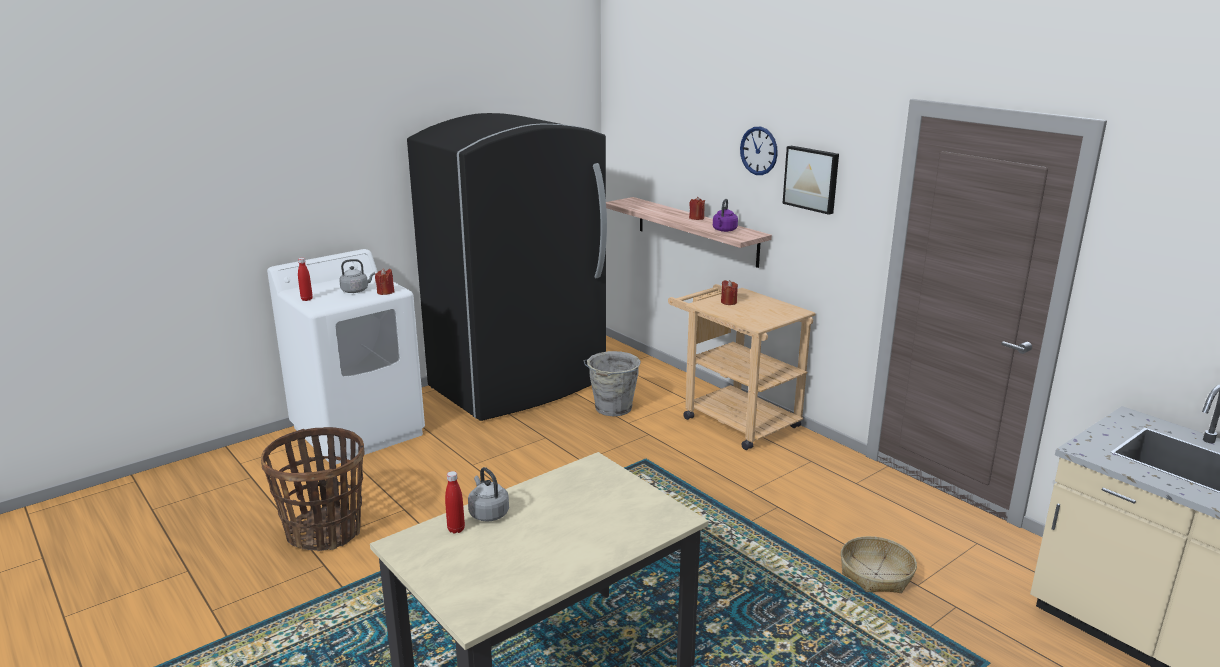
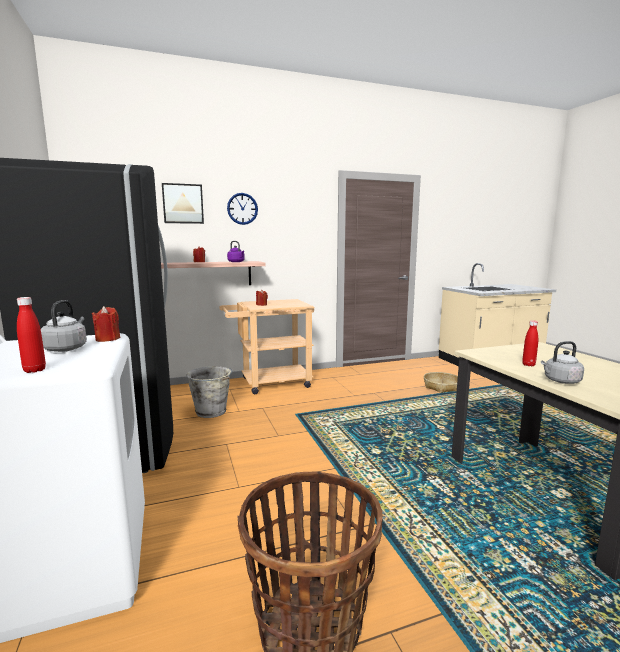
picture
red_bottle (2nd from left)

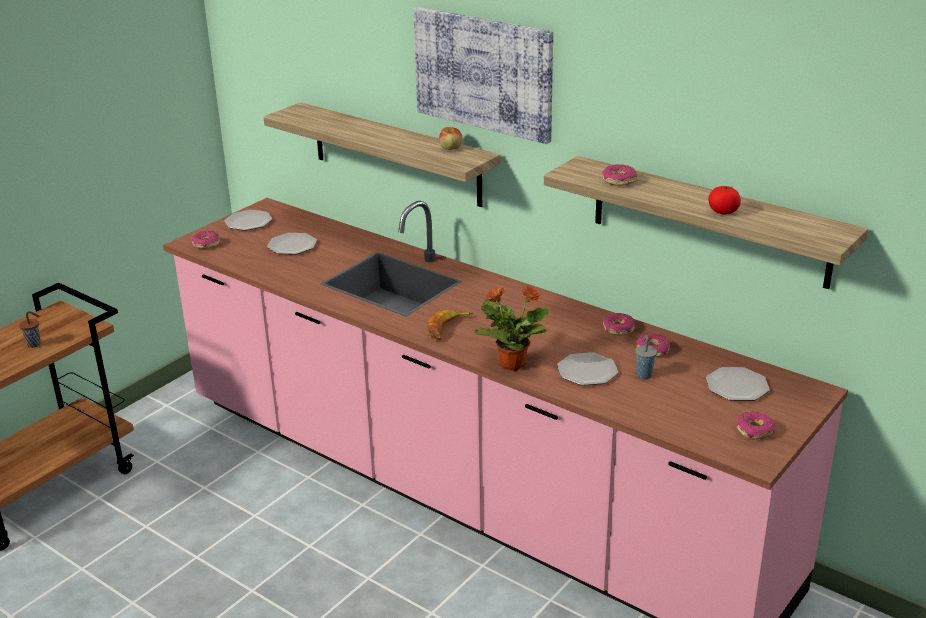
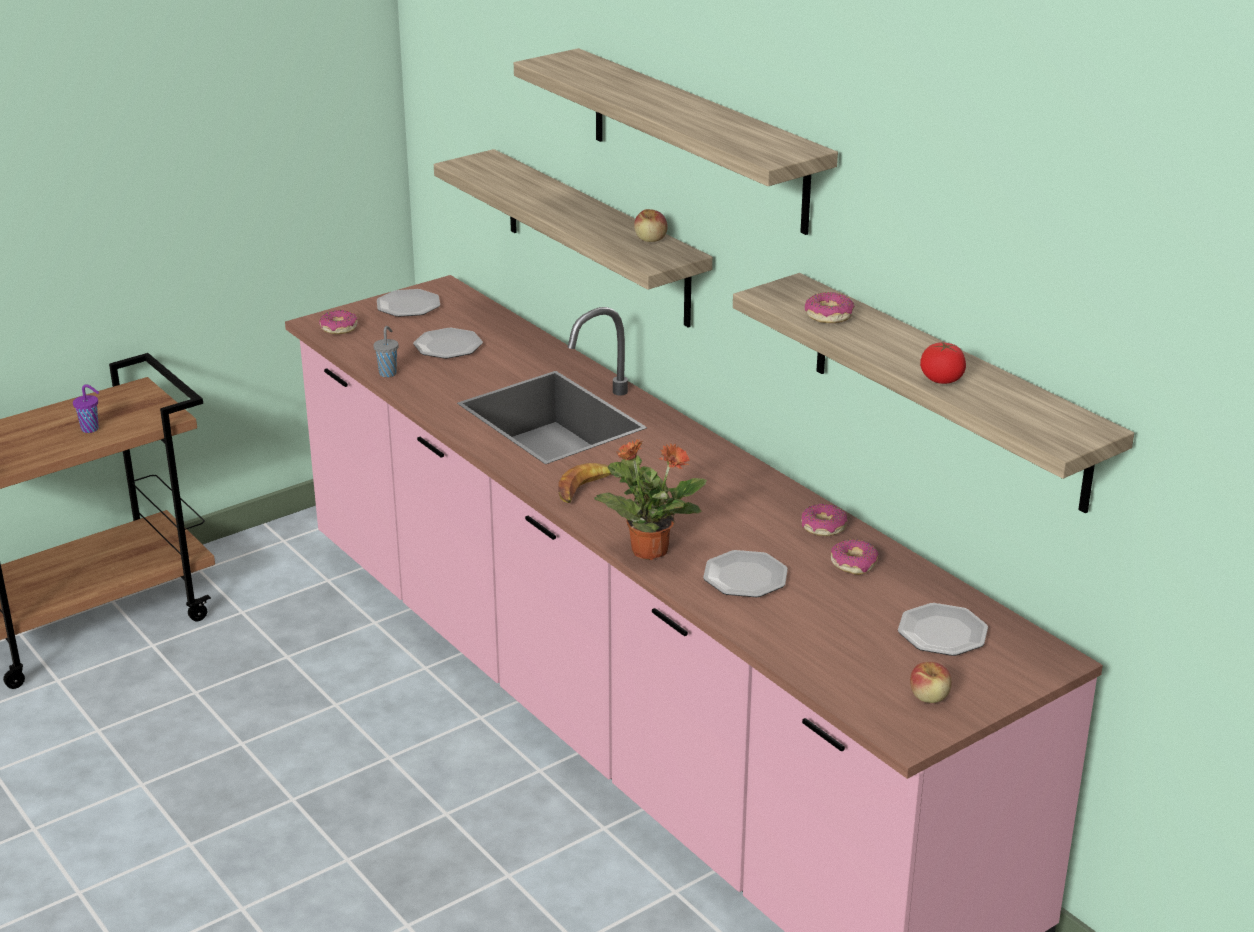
purple_cup
grey_cup
shelf (2nd from left)
apple (2nd from left)

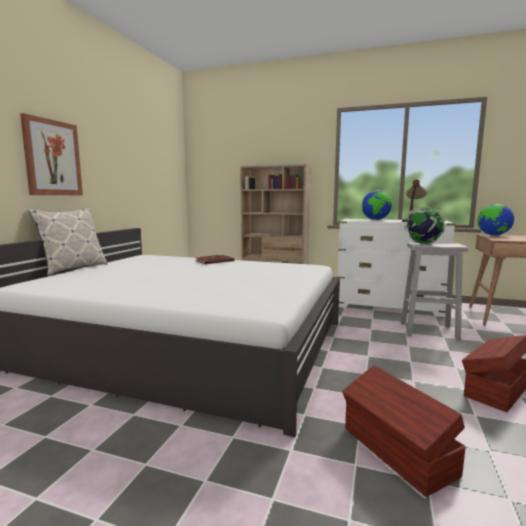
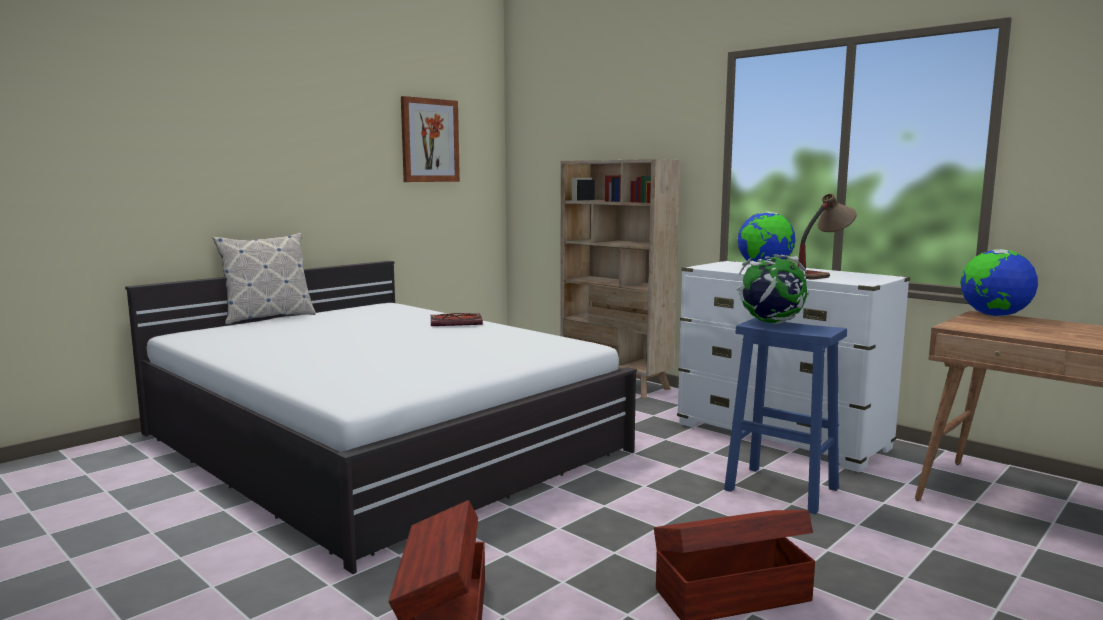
picture
blue_stool

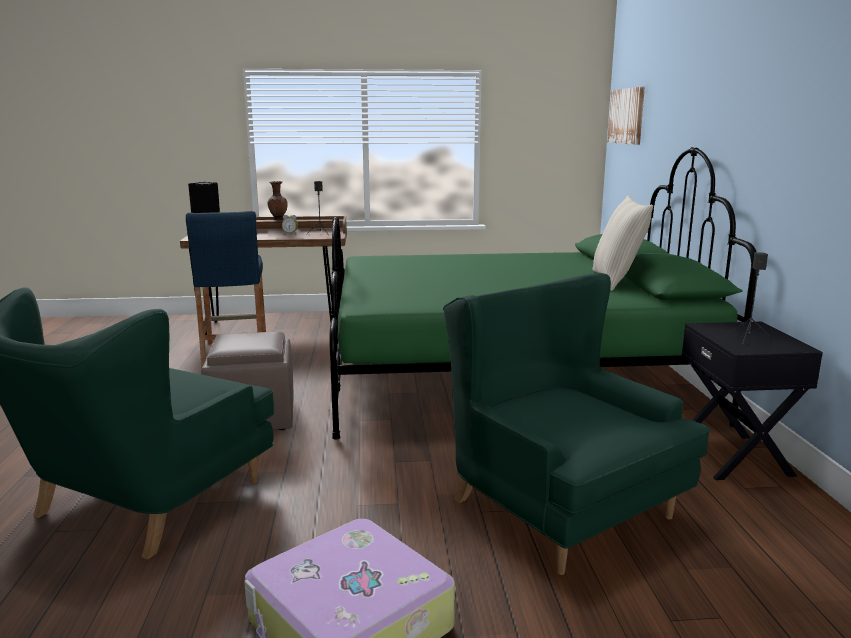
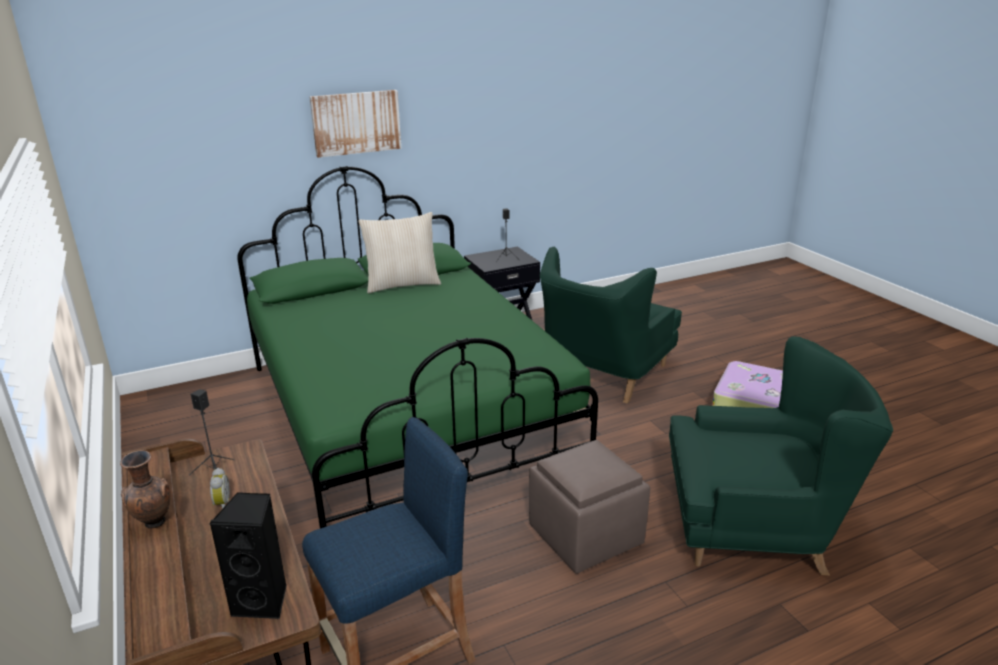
picture

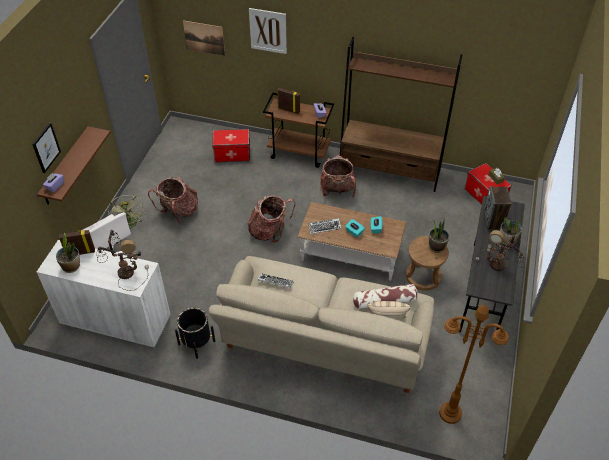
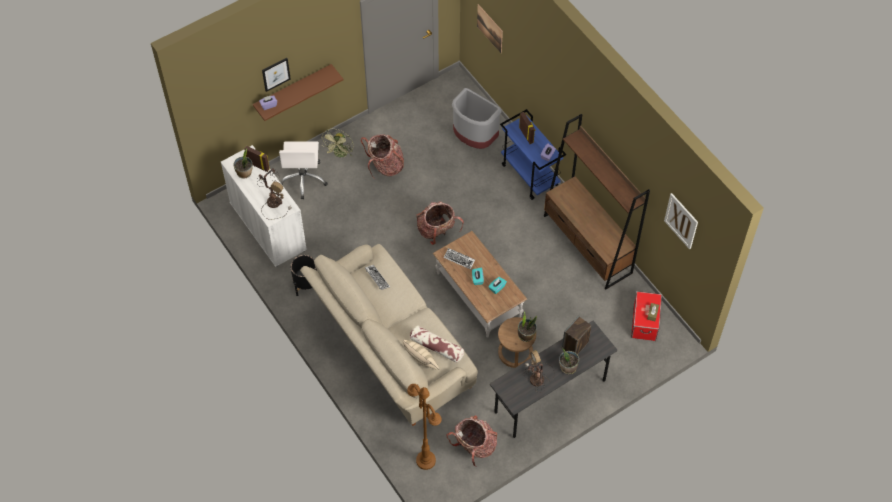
backpack (3rd from left)
grey_trash_can
blue_cart
picture (3rd from left)

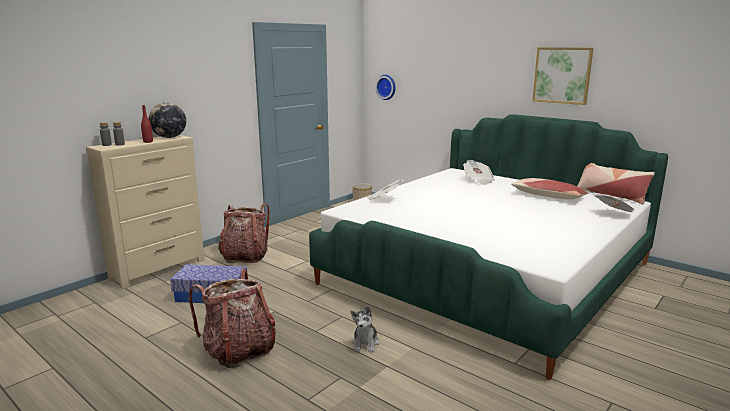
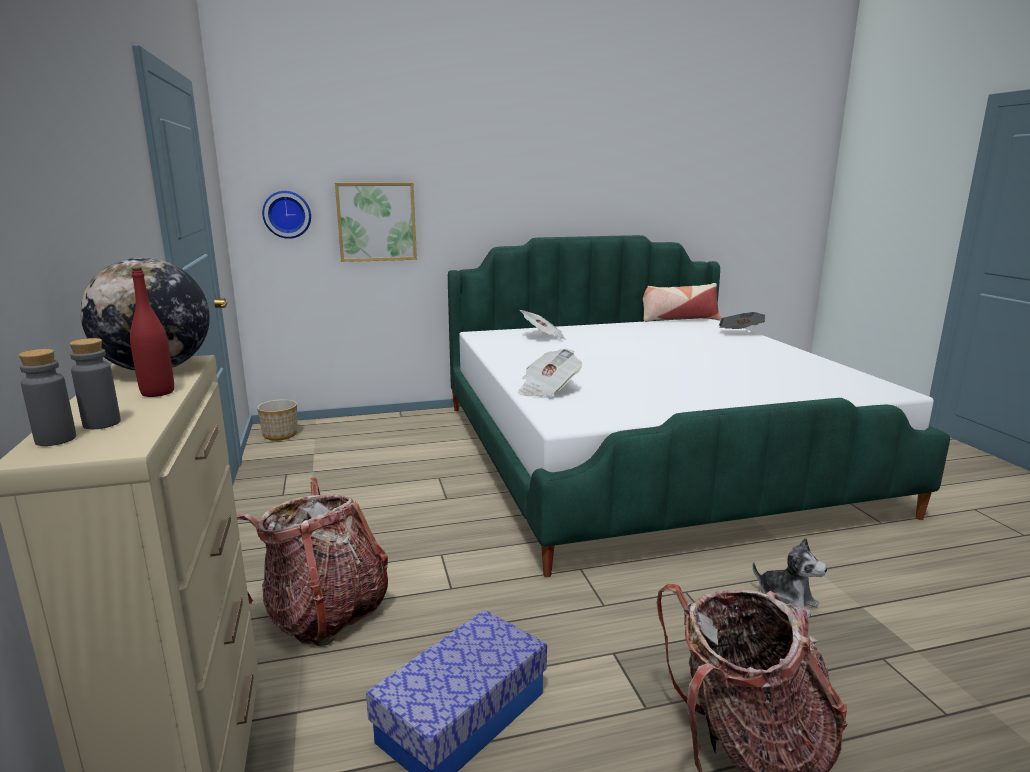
picture
pillow (1st from left in the first image)

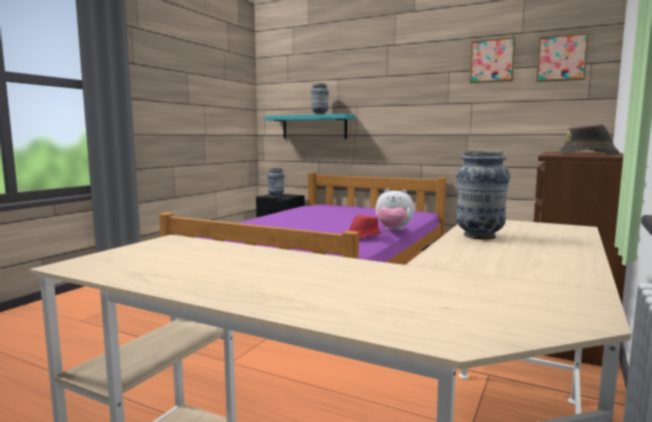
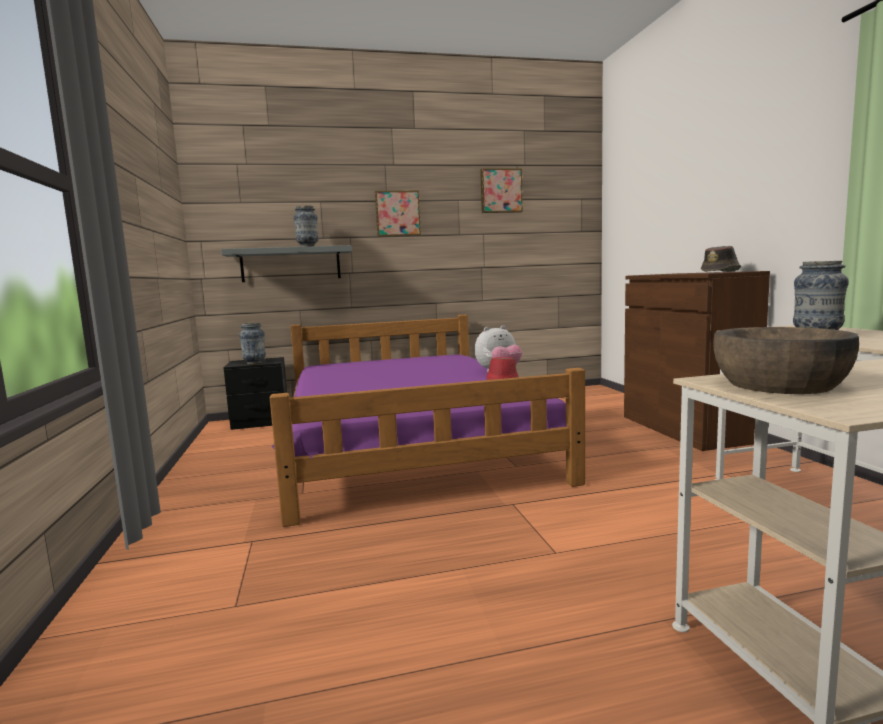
grey_shelf
picture (1st from left)
brown_bowl

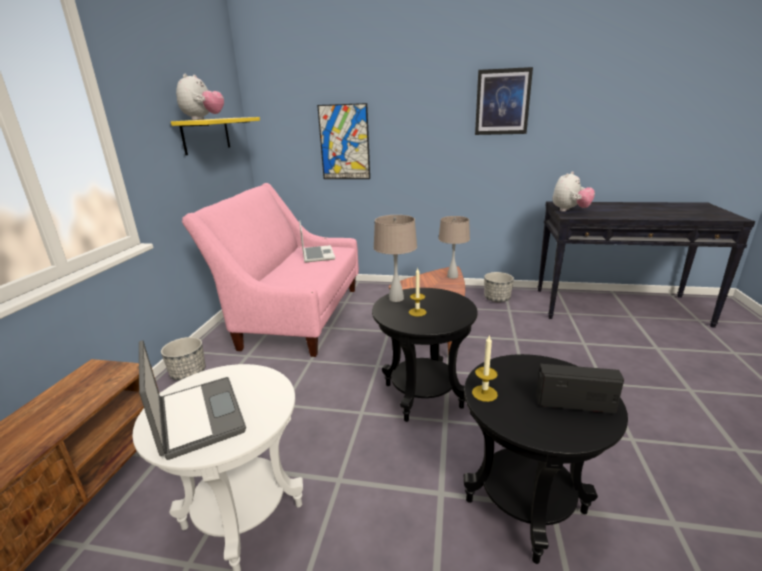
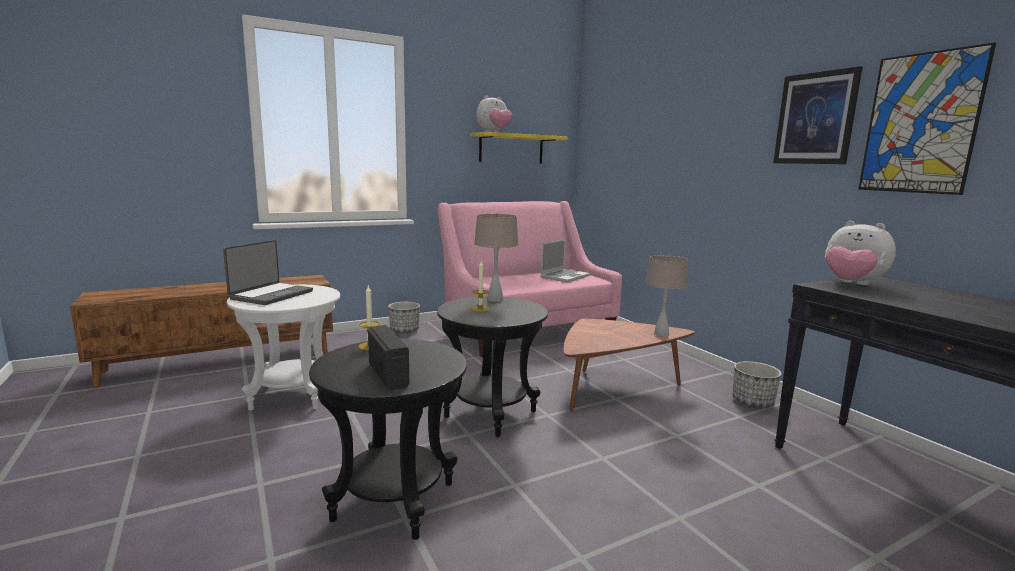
plush_toy (2nd from left)
picture (2nd from left)

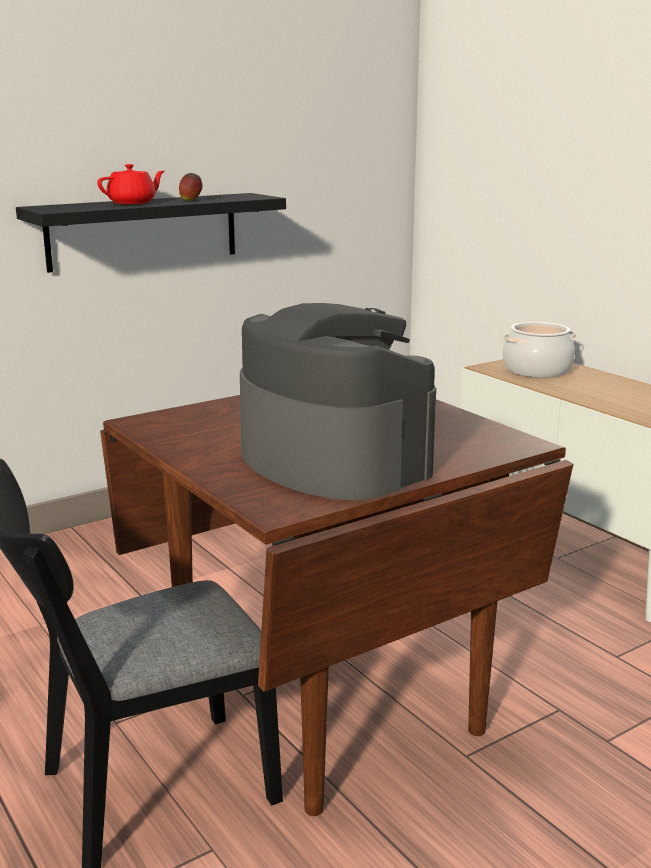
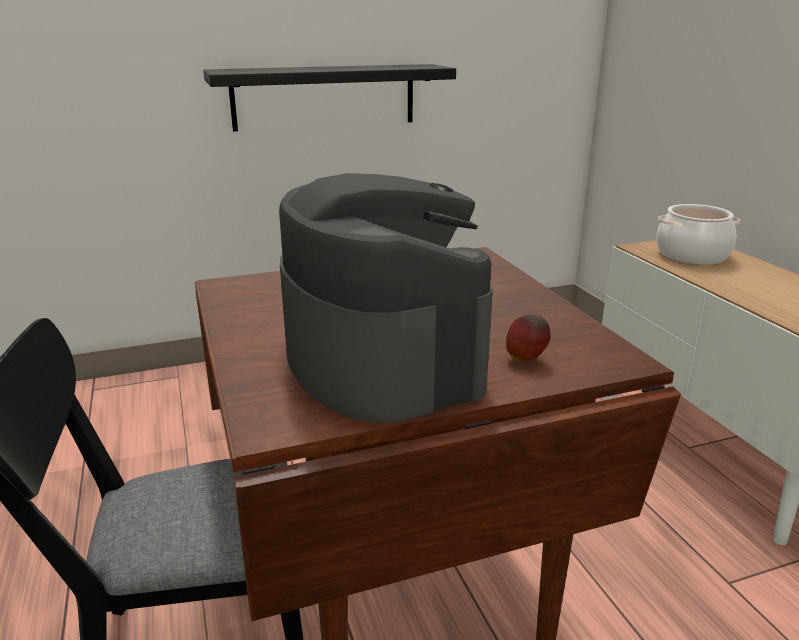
apple
red_teapot

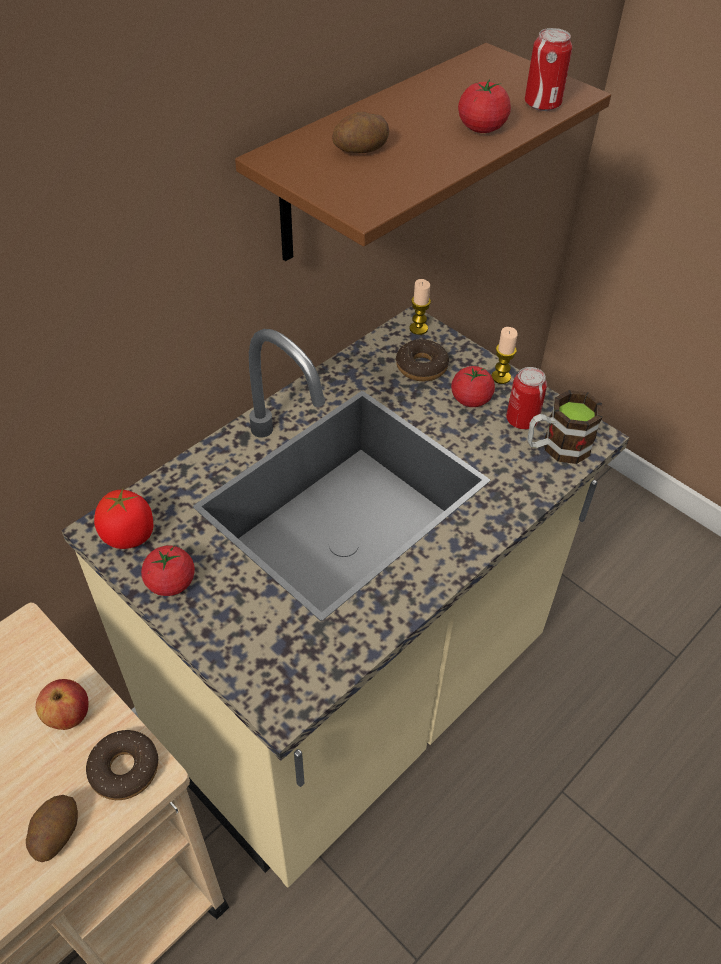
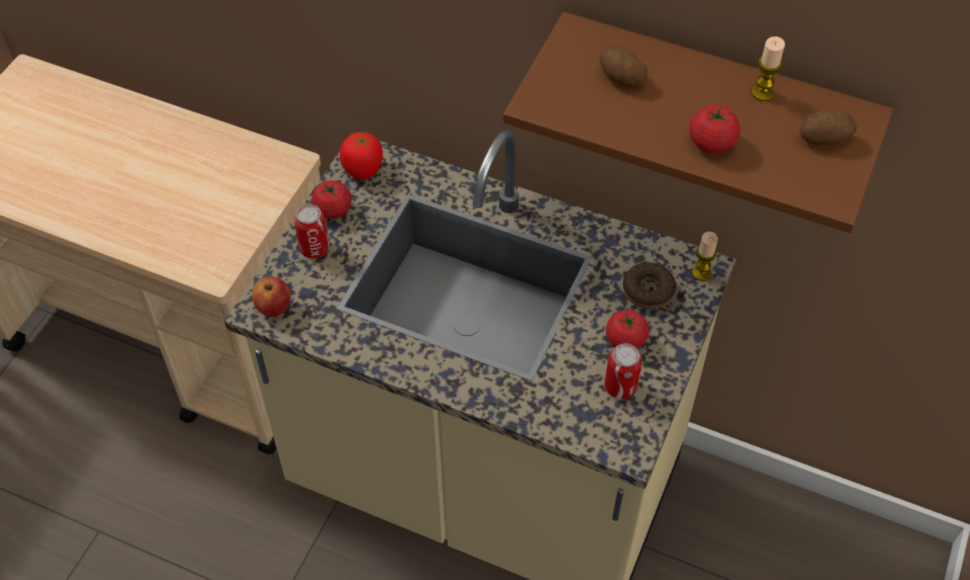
apple
can (1st from left)
candle (2nd from left)
potato (2nd from left)
donut (1st from left in the first image)
mug

